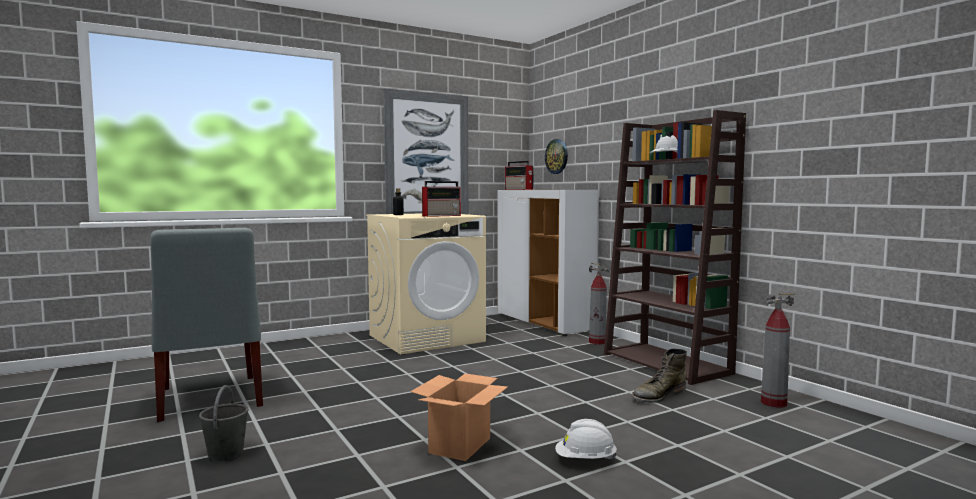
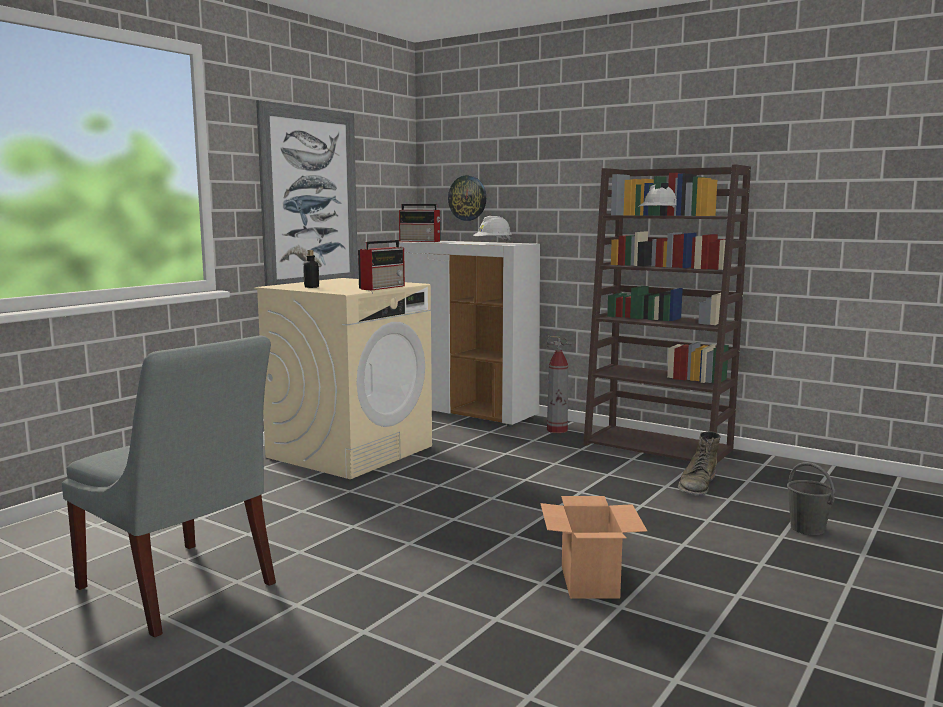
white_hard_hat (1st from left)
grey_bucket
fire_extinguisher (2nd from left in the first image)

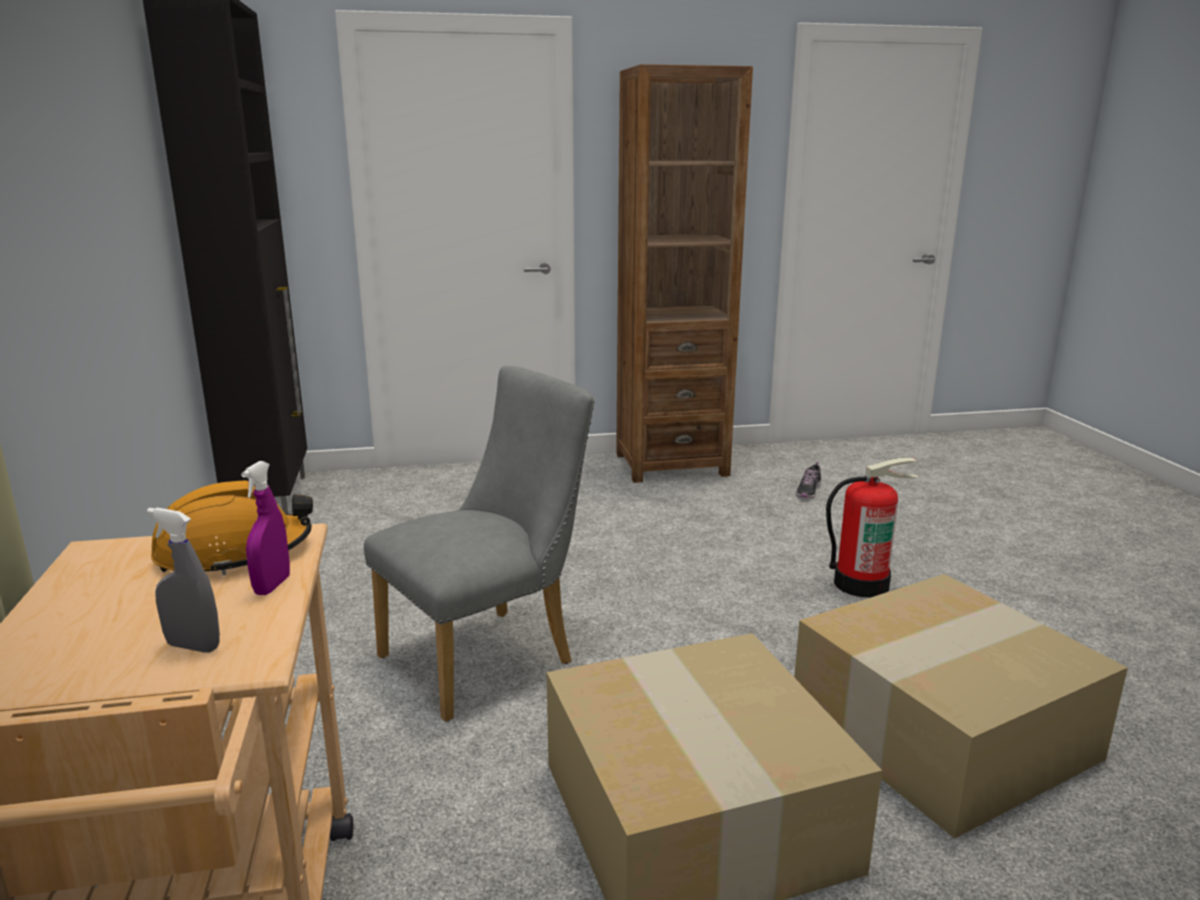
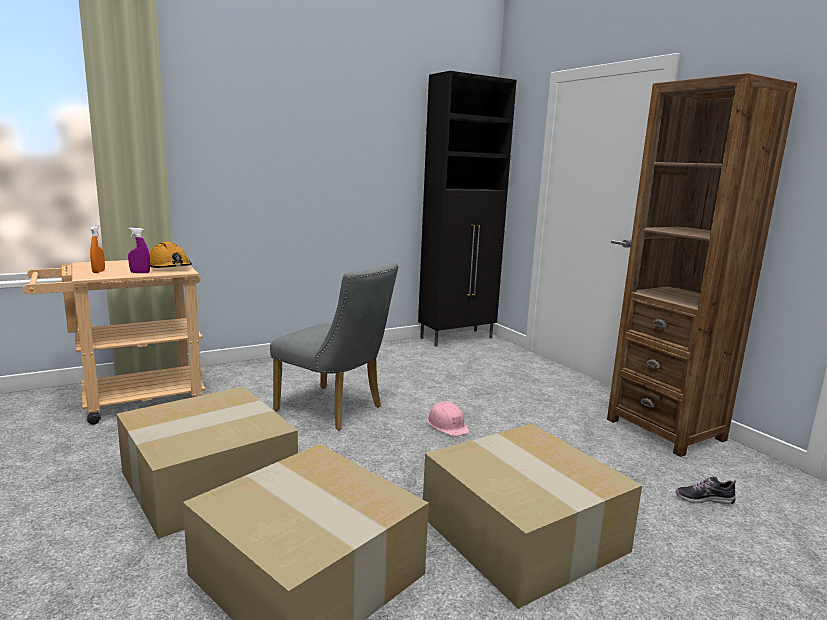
orange_spray_bottle
cardboard_box (3rd from left)
pink_hard_hat

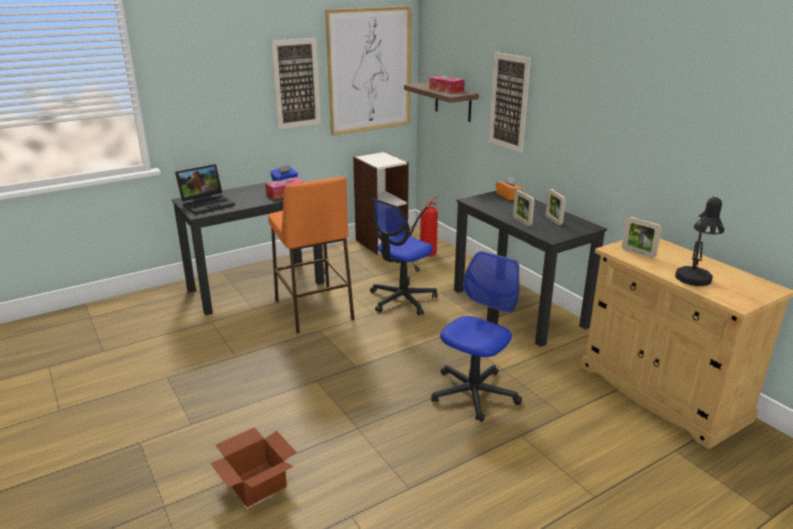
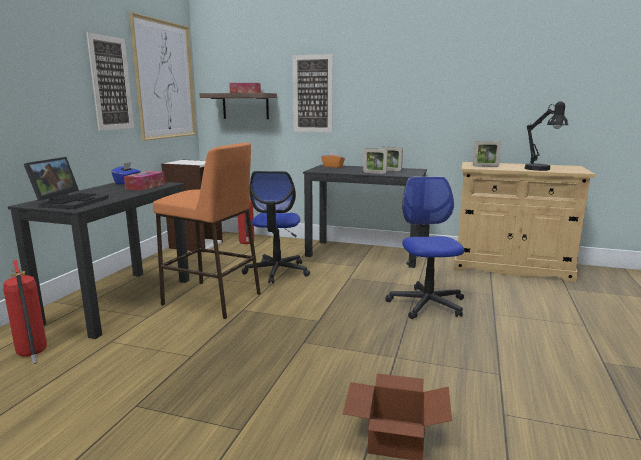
fire_extinguisher (1st from left)

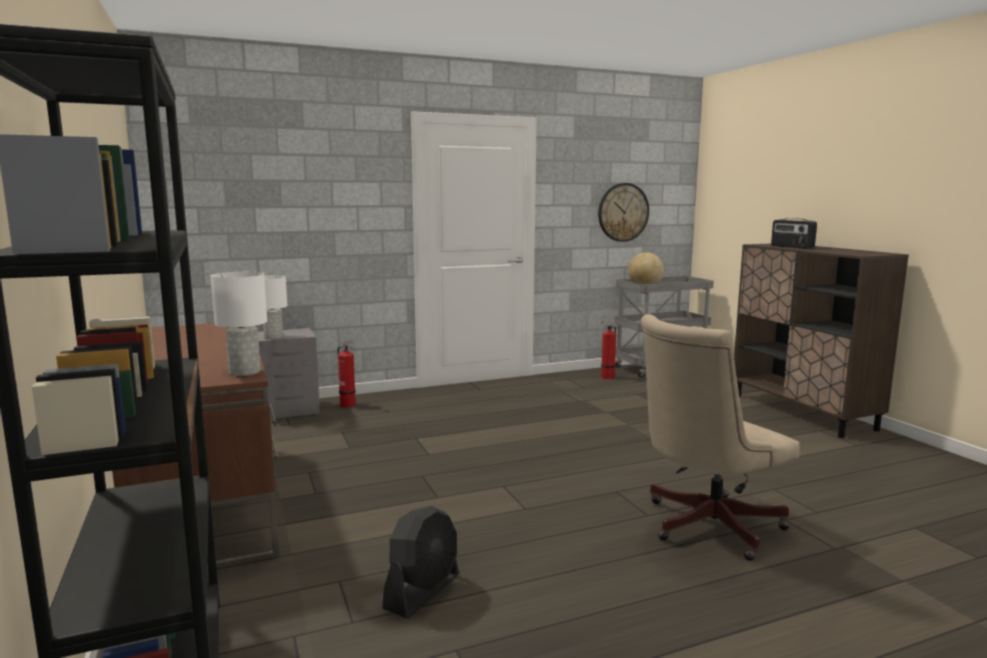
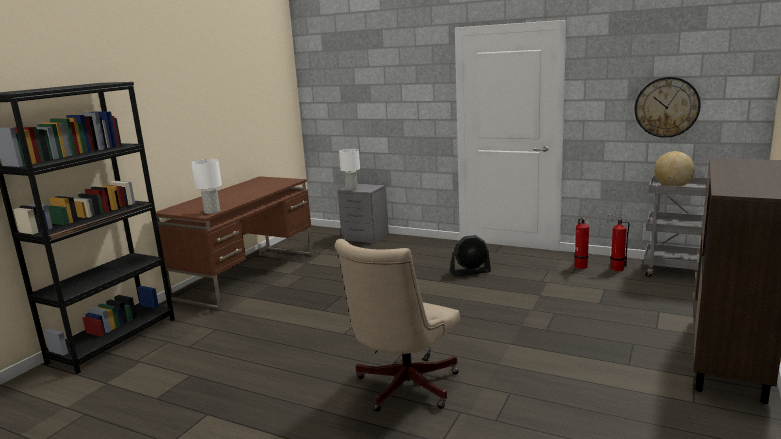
beige_office_chair
black_fan
fire_extinguisher (1st from left)
radio

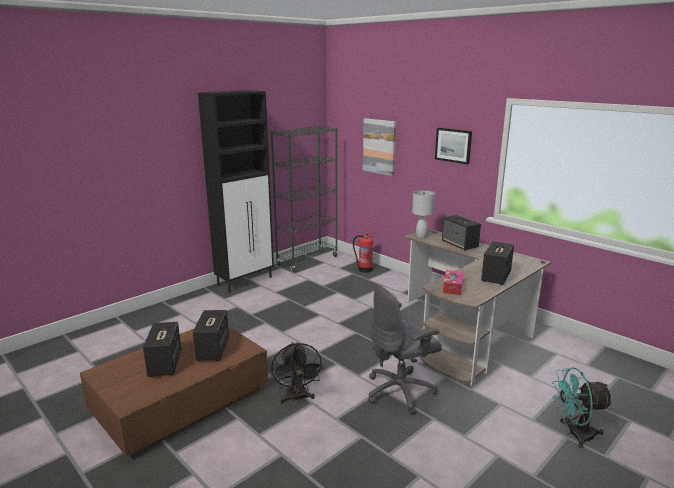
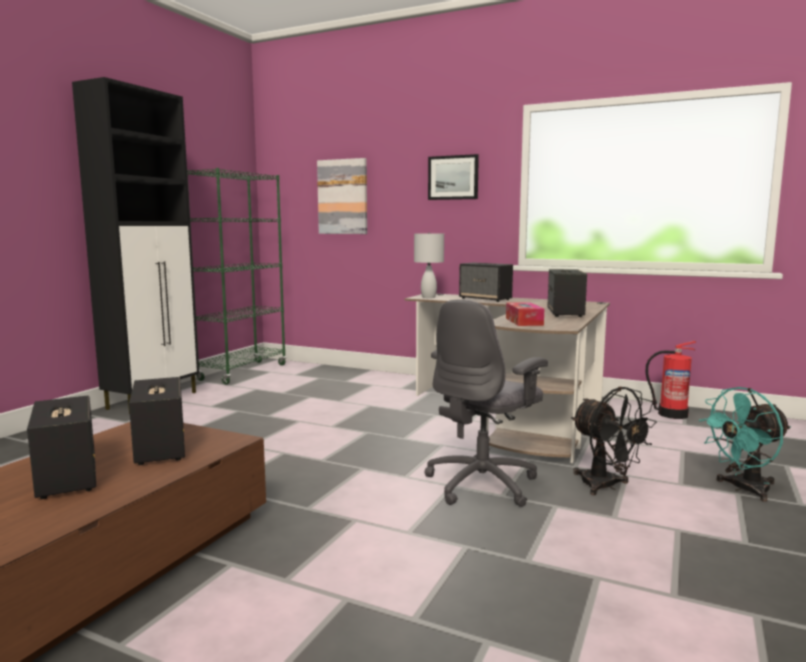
black_fan
fire_extinguisher

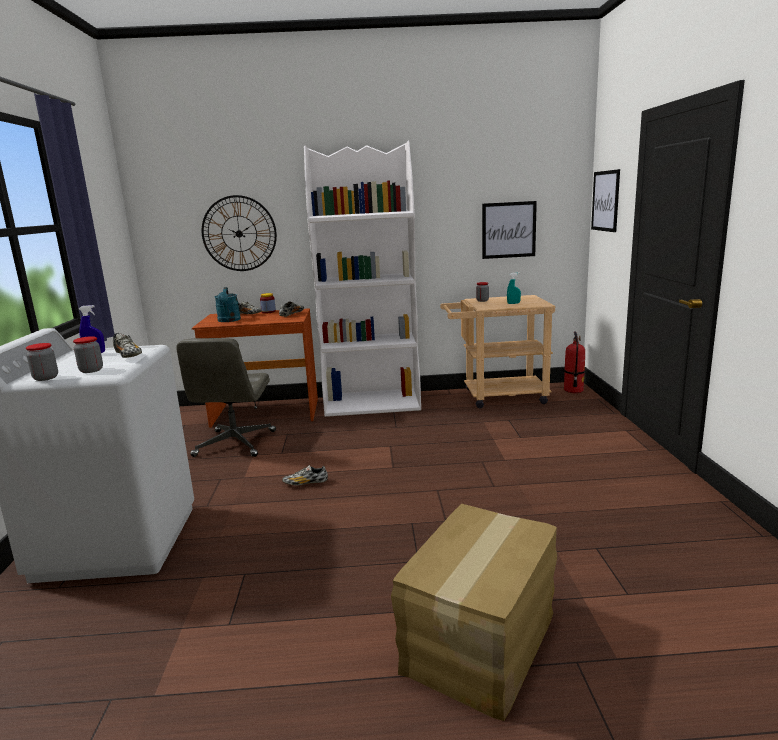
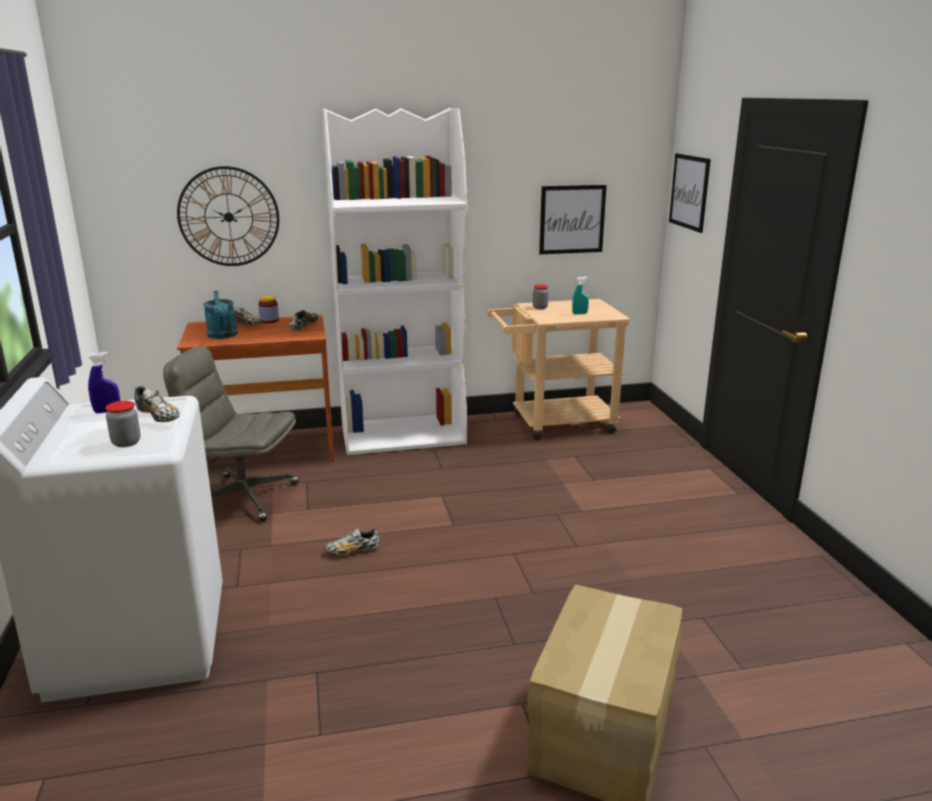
grey_office_chair
jar (1st from left in the first image)
fire_extinguisher

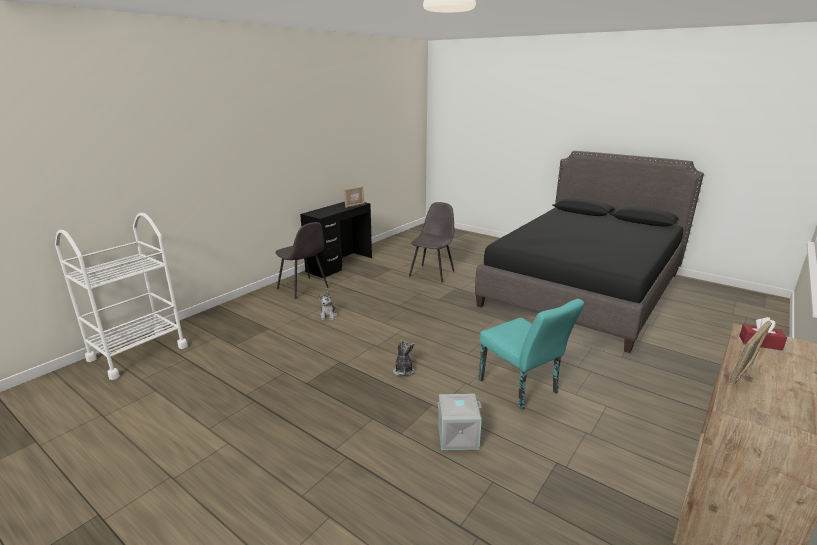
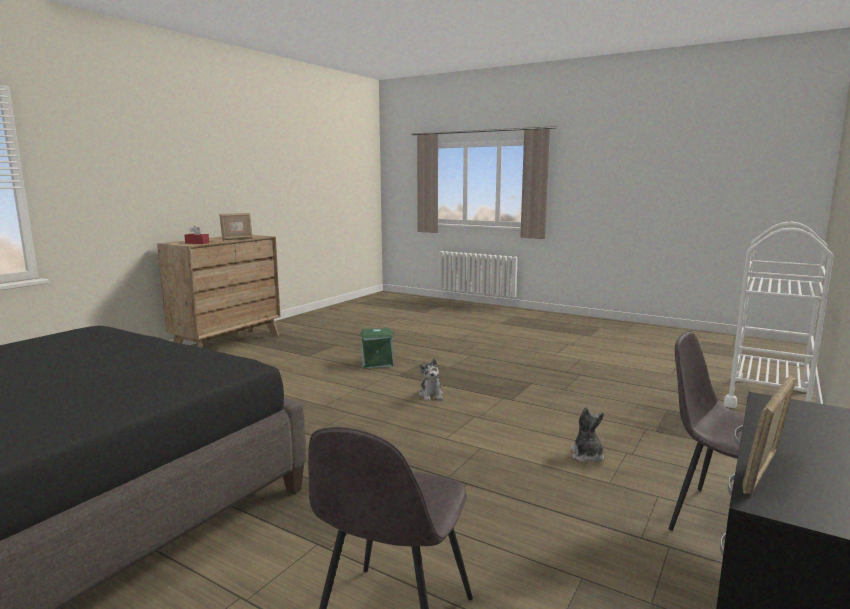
green_storage_box
turquoise_chair

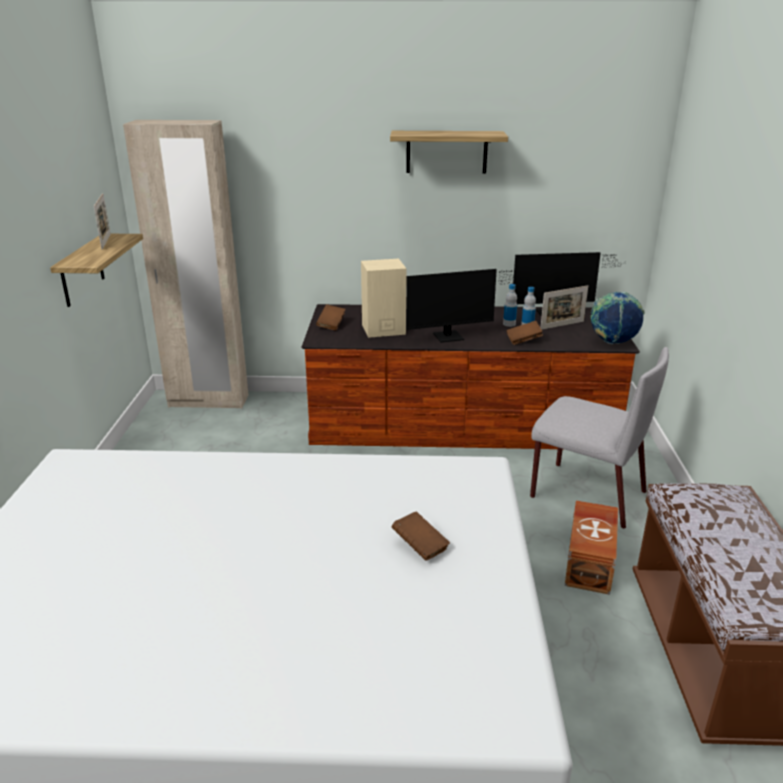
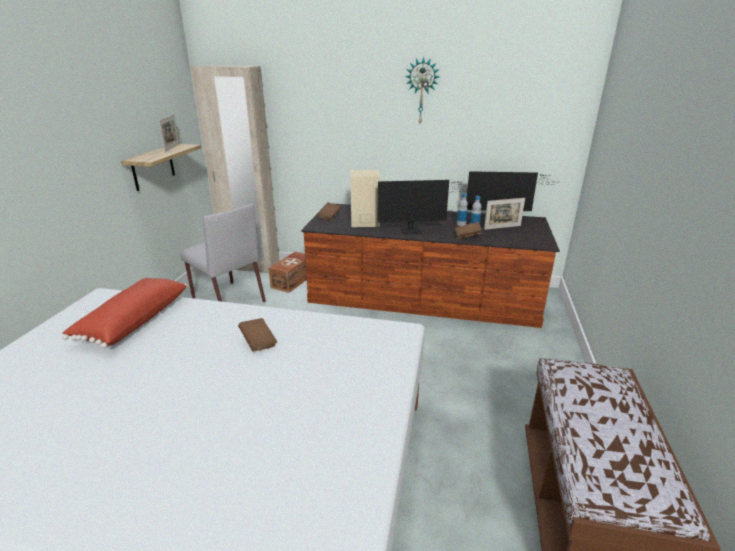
red_pillow
grey_chair
brown_book (1st from left)
brown_storage_box
wall_clock
globe

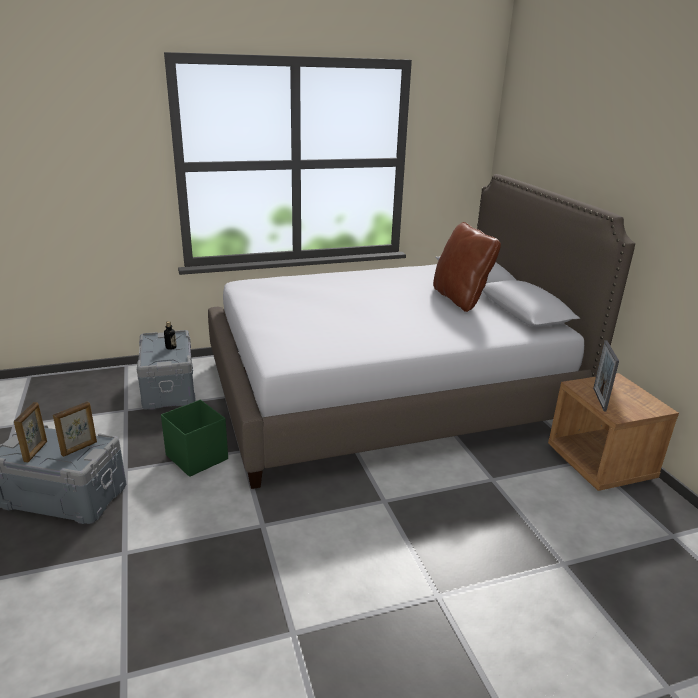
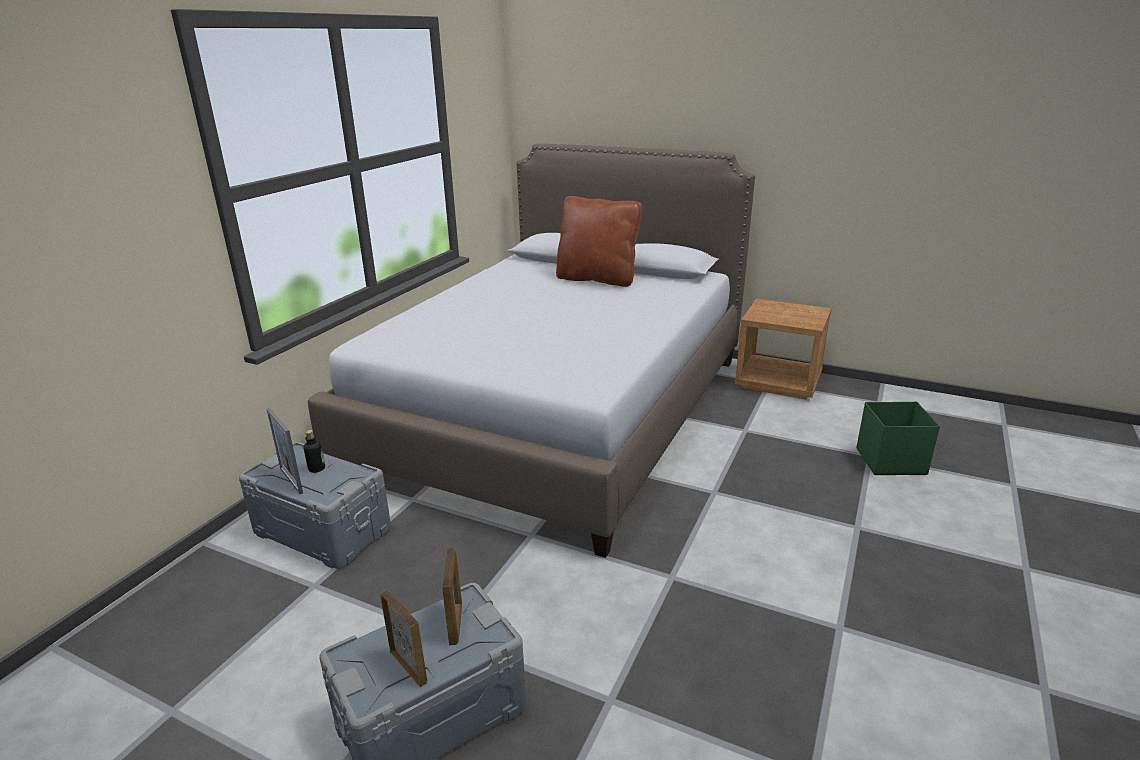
picture_frame (1st from left)
green_storage_box

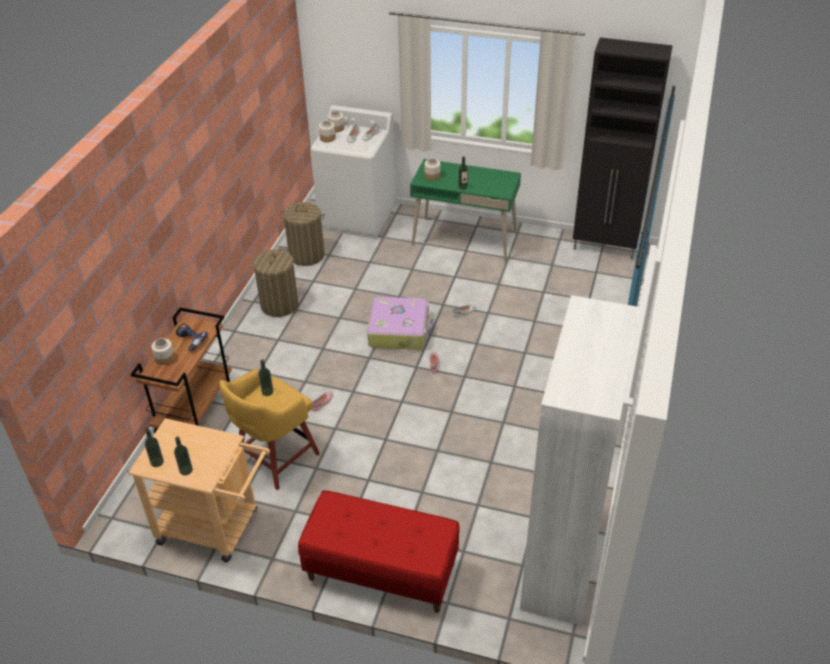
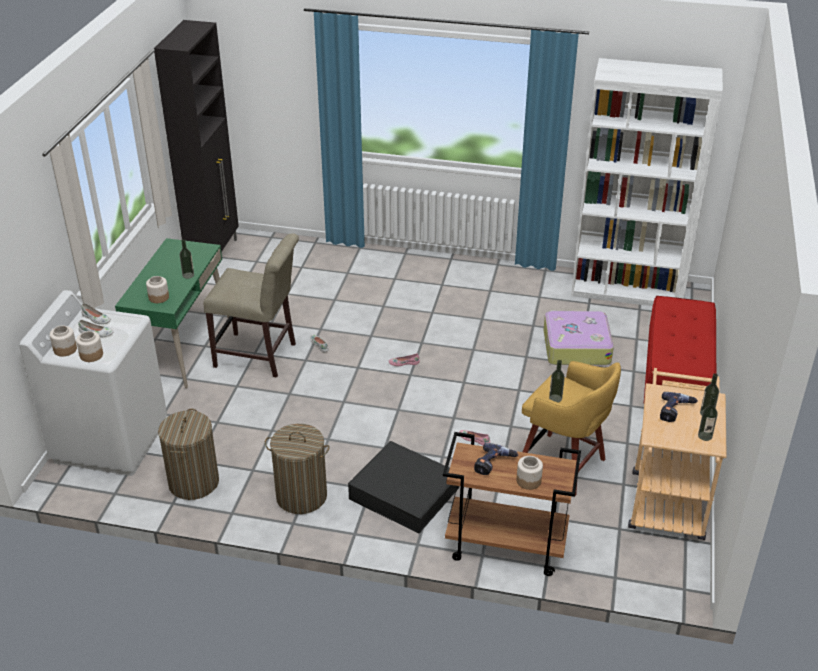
beige_chair
black_storage_box
suitcase
power_drill (2nd from left)

